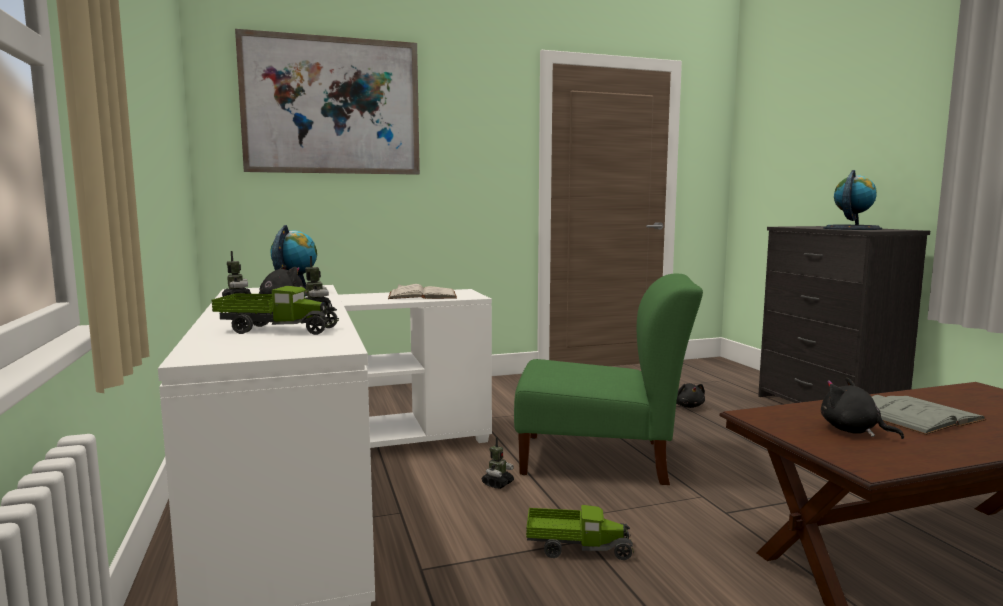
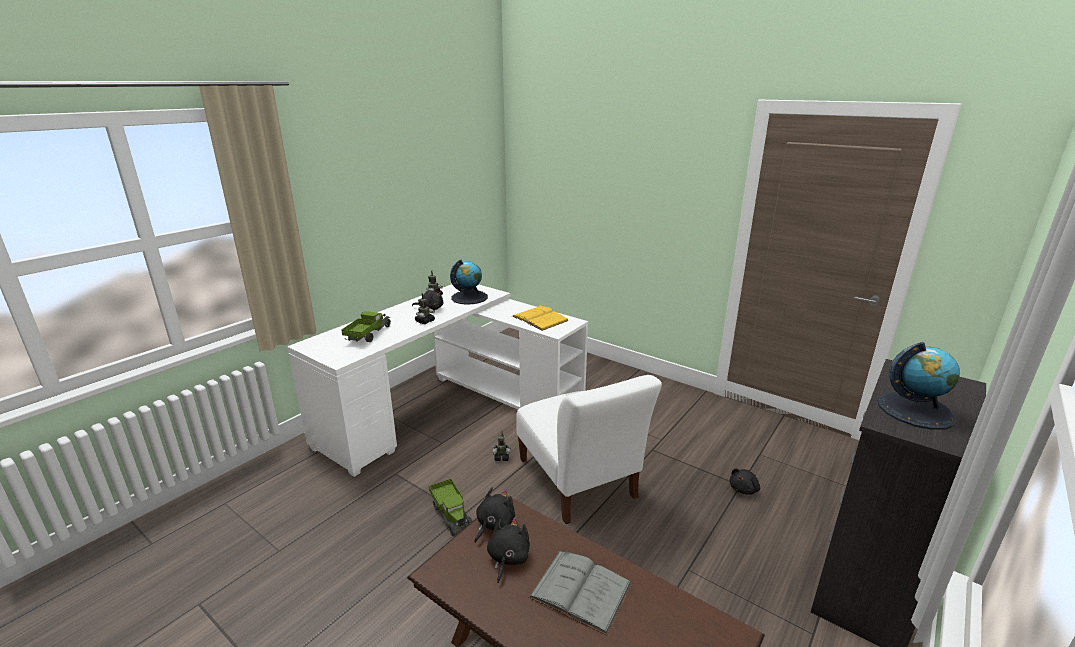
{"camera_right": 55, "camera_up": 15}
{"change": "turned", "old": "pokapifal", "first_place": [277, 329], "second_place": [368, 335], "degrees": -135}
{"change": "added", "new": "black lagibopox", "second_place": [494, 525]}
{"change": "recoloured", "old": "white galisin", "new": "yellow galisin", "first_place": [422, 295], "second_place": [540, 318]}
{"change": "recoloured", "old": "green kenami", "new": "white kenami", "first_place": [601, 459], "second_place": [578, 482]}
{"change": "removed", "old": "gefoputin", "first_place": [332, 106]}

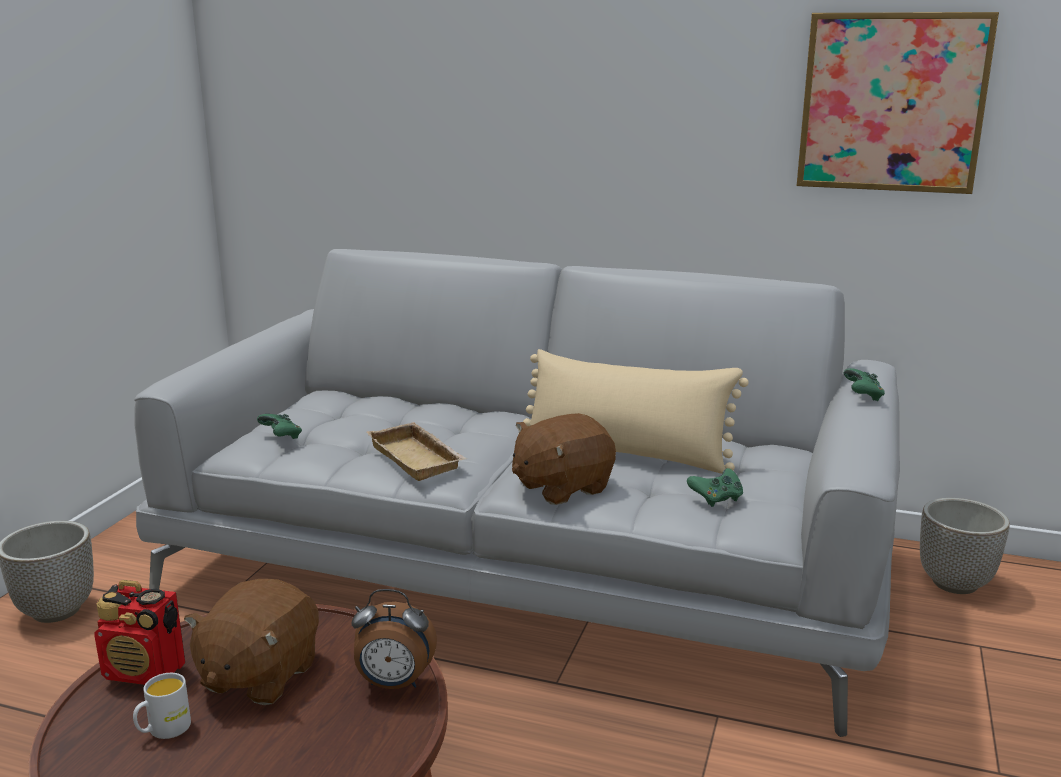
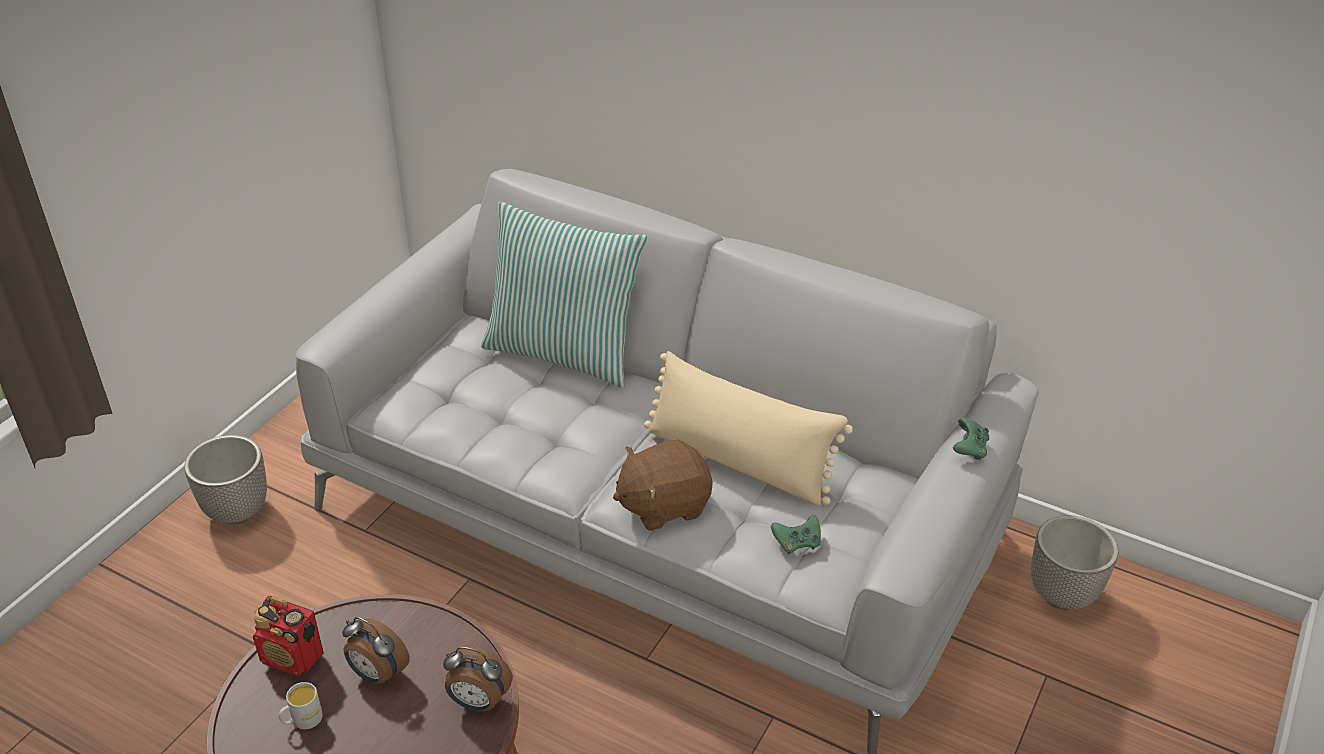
{"camera_right": 10, "camera_up": 20}
{"change": "replaced", "old": "brown lagibopox", "new": "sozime", "first_place": [258, 675], "second_place": [377, 674]}
{"change": "added", "new": "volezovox", "second_place": [563, 352]}
{"change": "removed", "old": "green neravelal", "first_place": [281, 437]}
{"change": "removed", "old": "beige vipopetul", "first_place": [419, 458]}
{"change": "removed", "old": "gefoputin", "first_place": [892, 102]}

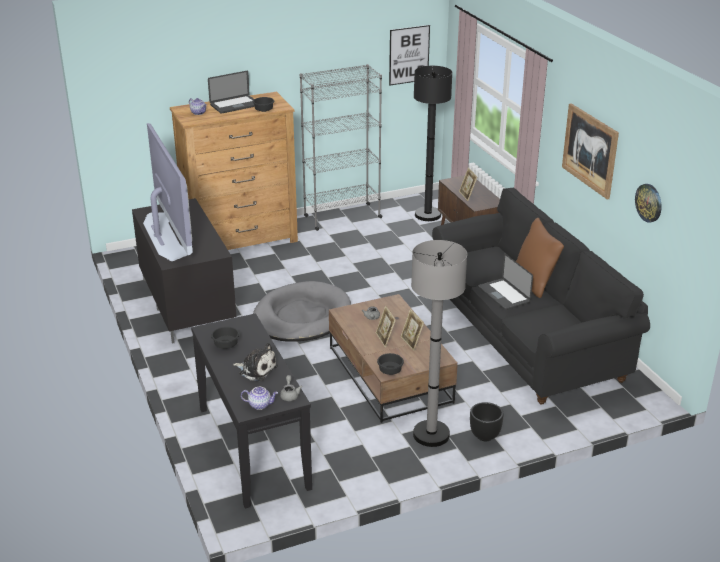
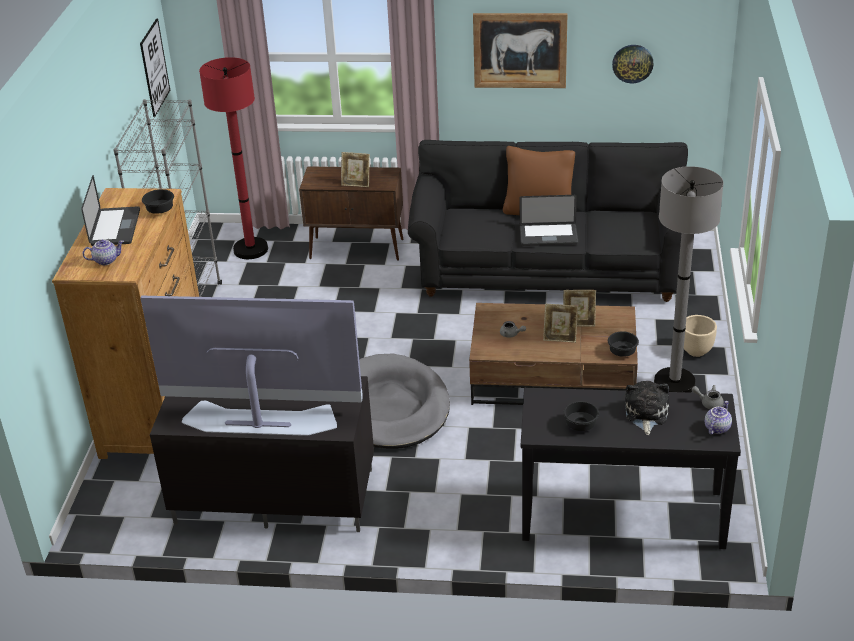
{"camera_right": -60, "camera_up": 5}
{"change": "recoloured", "old": "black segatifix", "new": "red segatifix", "first_place": [427, 215], "second_place": [250, 249]}
{"change": "turned", "old": "lagibopox", "first_place": [256, 369], "second_place": [645, 414], "degrees": -45}
{"change": "recoloured", "old": "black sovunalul", "new": "beige sovunalul", "first_place": [485, 436], "second_place": [696, 351]}

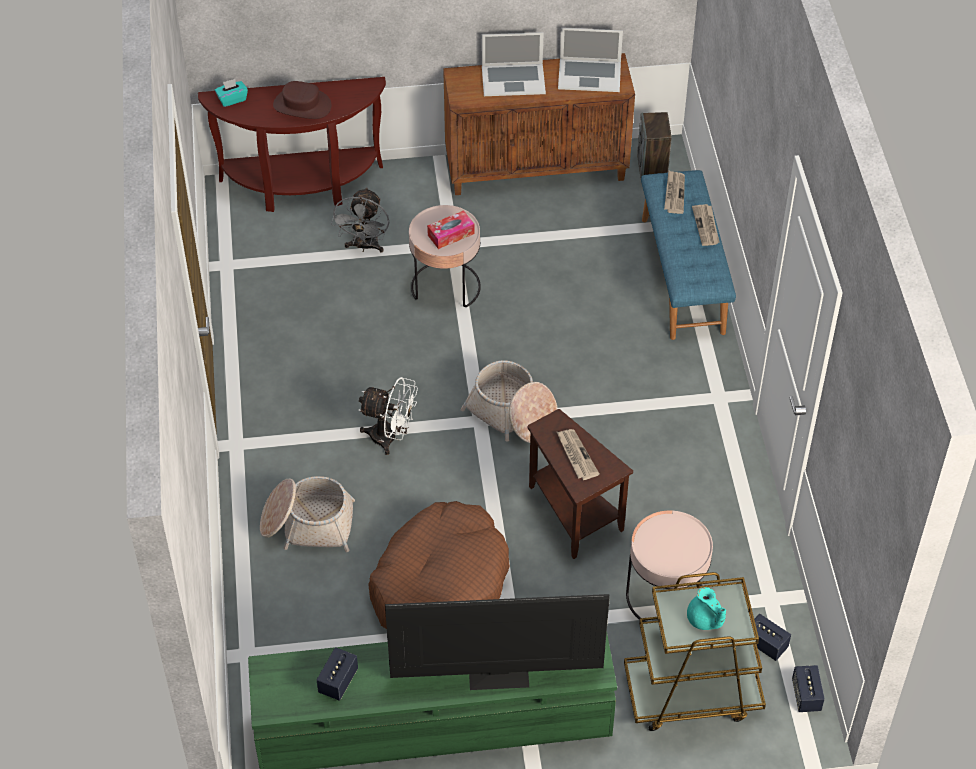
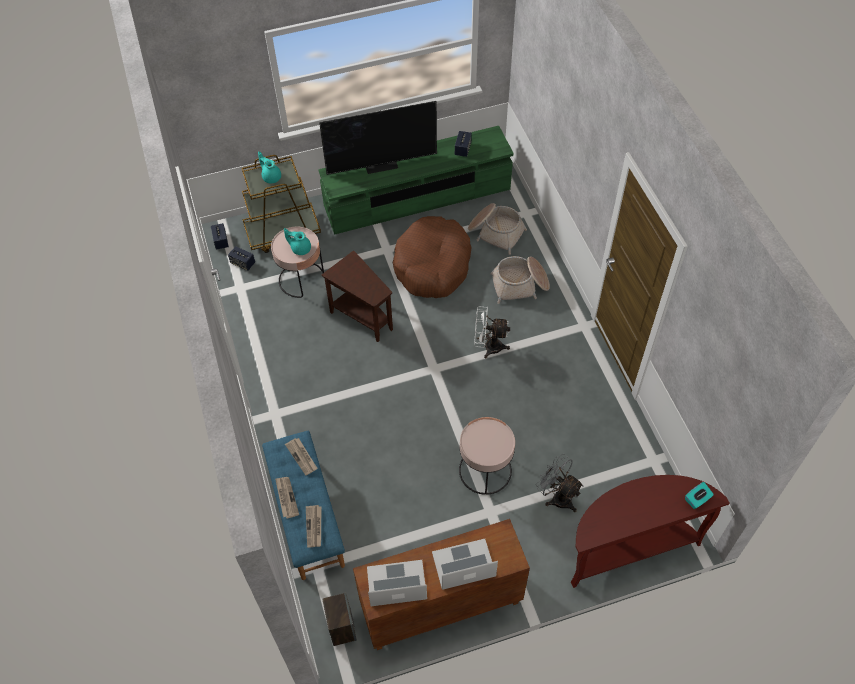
{"camera_right": 170, "camera_up": 5}
{"change": "added", "new": "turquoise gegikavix", "second_place": [300, 248]}
{"change": "moved", "old": "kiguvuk", "first_place": [576, 455], "second_place": [302, 457]}
{"change": "moved", "old": "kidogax", "first_place": [512, 414], "second_place": [495, 232]}
{"change": "turned", "old": "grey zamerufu", "first_place": [364, 246], "second_place": [557, 496], "degrees": -45}
{"change": "removed", "old": "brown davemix", "first_place": [302, 105]}
{"change": "removed", "old": "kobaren", "first_place": [451, 234]}

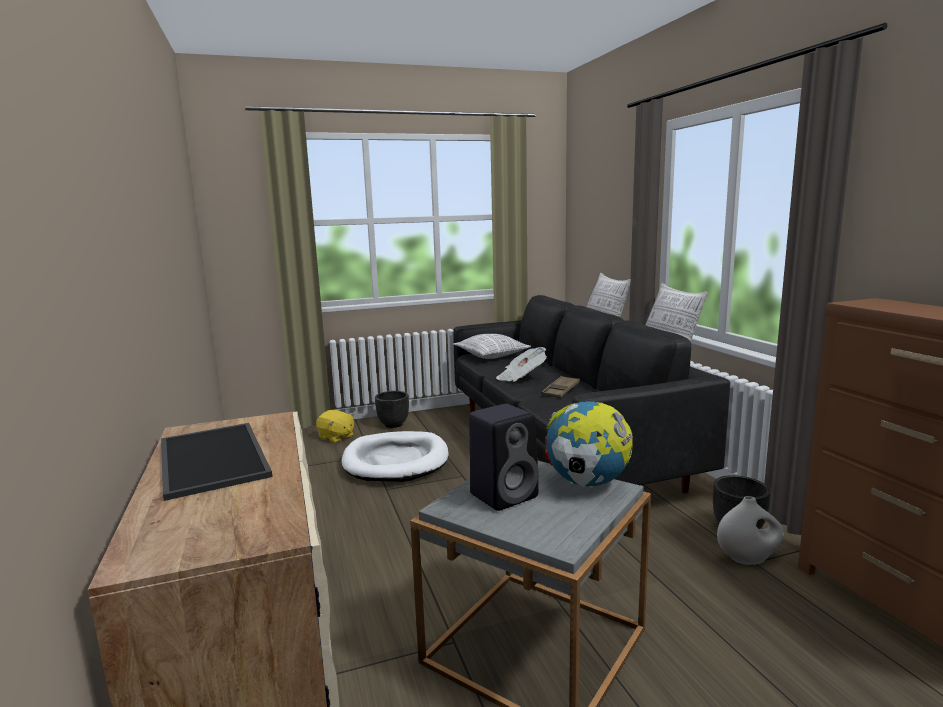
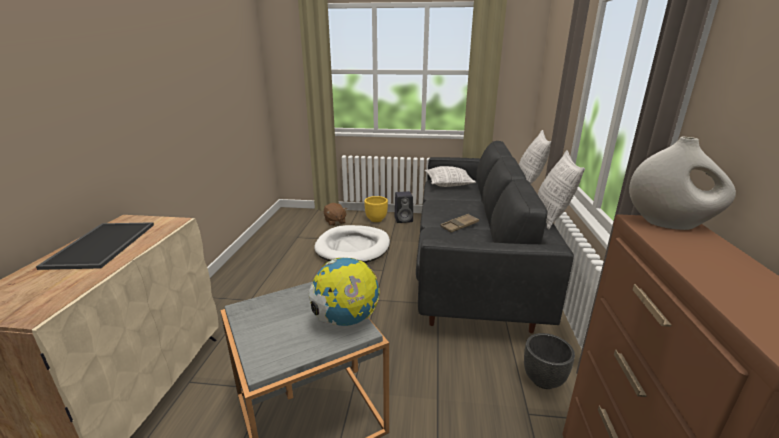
{"camera_right": 25, "camera_up": 10}
{"change": "recoloured", "old": "yellow lagibopox", "new": "brown lagibopox", "first_place": [336, 438], "second_place": [335, 222]}
{"change": "recoloured", "old": "black sovunalul", "new": "yellow sovunalul", "first_place": [393, 424], "second_place": [376, 219]}
{"change": "moved", "old": "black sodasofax", "first_place": [505, 495], "second_place": [404, 219]}
{"change": "moved", "old": "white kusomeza", "first_place": [748, 559], "second_place": [669, 224]}
{"change": "removed", "old": "kiguvuk", "first_place": [521, 377]}

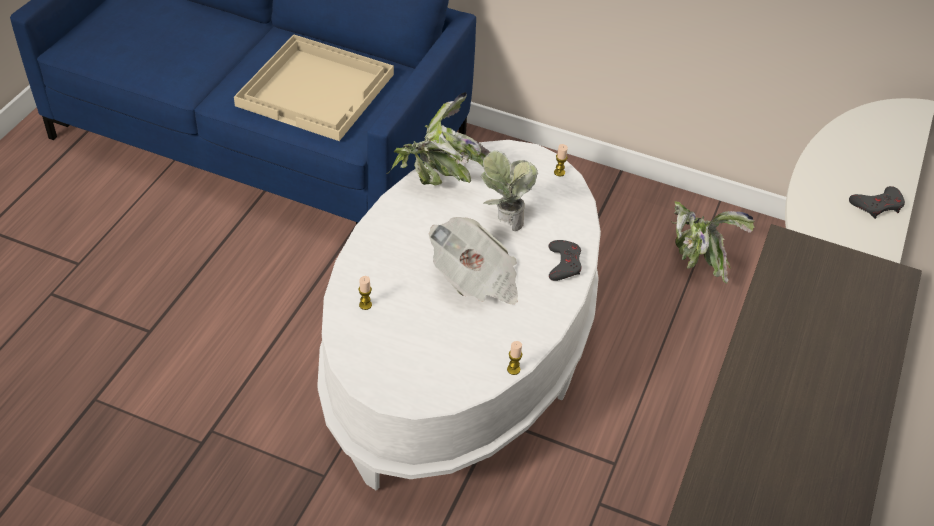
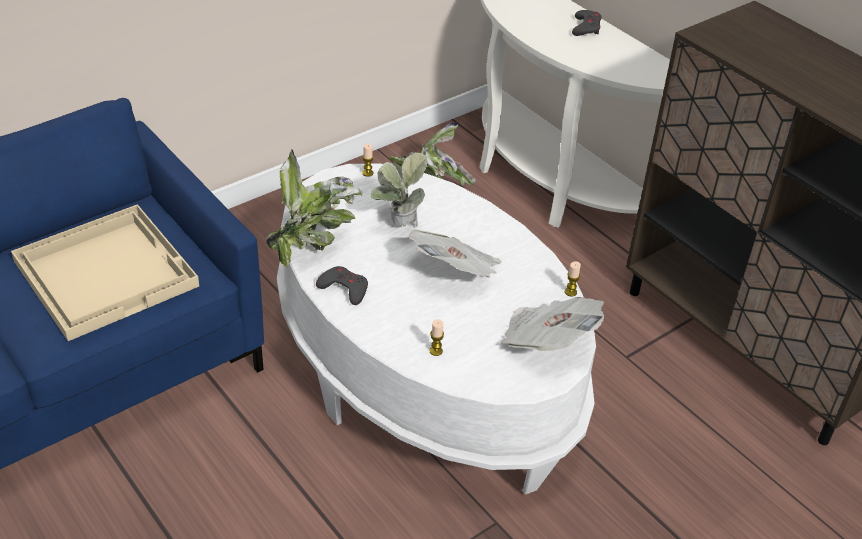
{"camera_right": -60, "camera_up": -5}
{"change": "moved", "old": "grey neravelal", "first_place": [564, 264], "second_place": [344, 288]}
{"change": "added", "new": "kiguvuk", "second_place": [547, 341]}

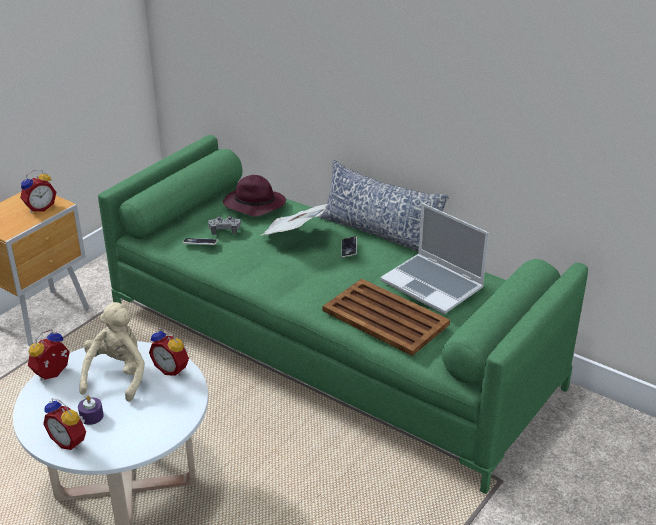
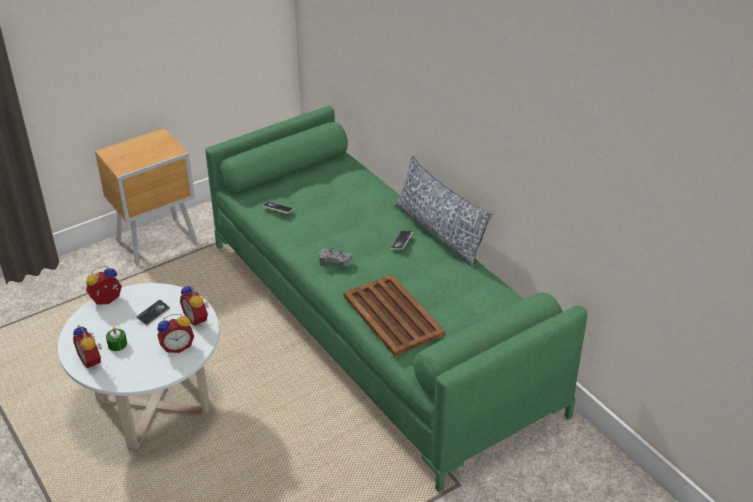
{"camera_right": 20, "camera_up": 5}
{"change": "recoloured", "old": "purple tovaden", "new": "green tovaden", "first_place": [91, 416], "second_place": [117, 344]}
{"change": "replaced", "old": "beige lagibopox", "new": "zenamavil", "first_place": [117, 375], "second_place": [153, 314]}
{"change": "moved", "old": "sozime", "first_place": [40, 208], "second_place": [177, 346]}
{"change": "moved", "old": "grey neravelal", "first_place": [224, 228], "second_place": [335, 261]}
{"change": "removed", "old": "purple davemix", "first_place": [253, 205]}
{"change": "removed", "old": "kiguvuk", "first_place": [294, 235]}
{"change": "removed", "old": "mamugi", "first_place": [433, 285]}

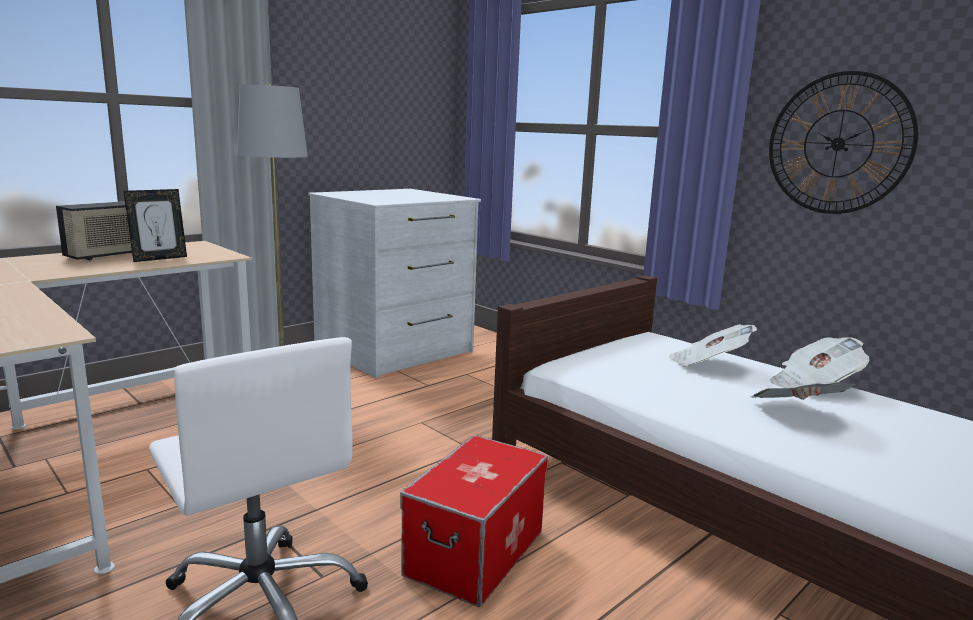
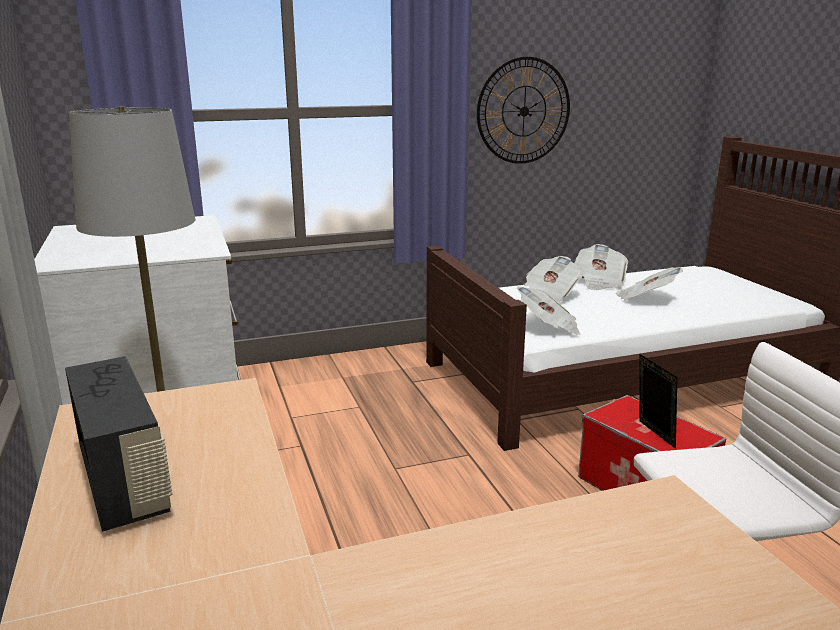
{"camera_right": -65, "camera_up": 5}
{"change": "added", "new": "kiguvuk", "second_place": [549, 327]}
{"change": "moved", "old": "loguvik", "first_place": [159, 258], "second_place": [652, 435]}

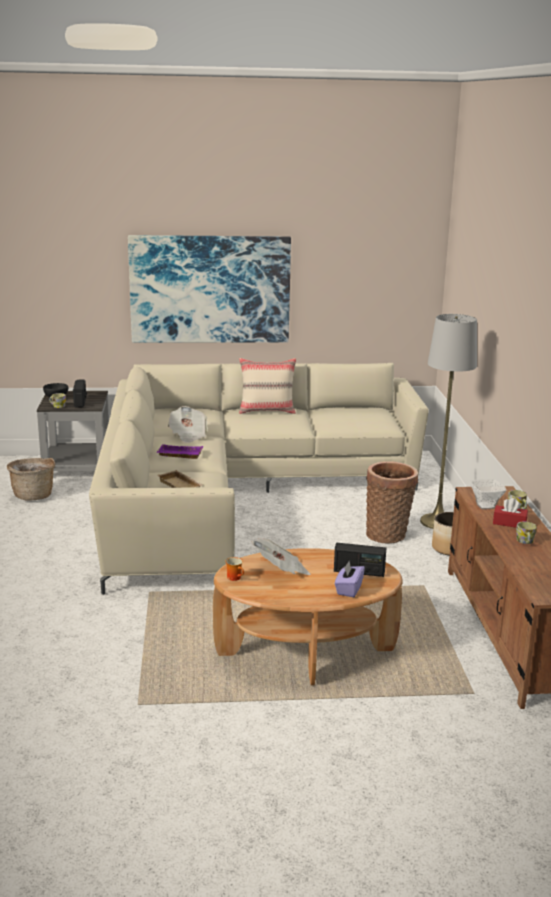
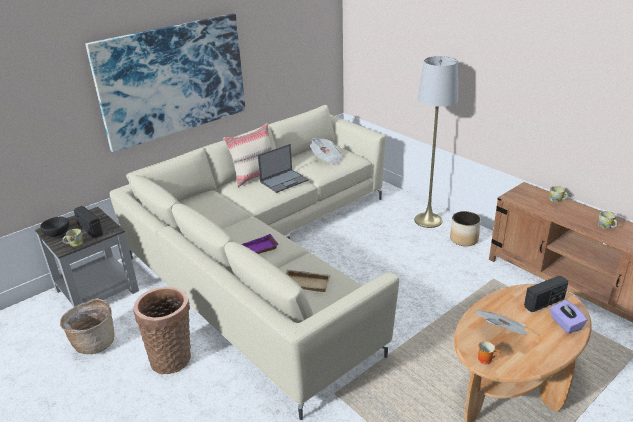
{"camera_right": -35, "camera_up": 10}
{"change": "moved", "old": "kidogax", "first_place": [388, 534], "second_place": [172, 357]}
{"change": "added", "new": "mamugi", "second_place": [284, 181]}
{"change": "moved", "old": "kiguvuk", "first_place": [188, 435], "second_place": [327, 159]}
{"change": "removed", "old": "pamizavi", "first_place": [486, 506]}
{"change": "removed", "old": "red kobaren", "first_place": [509, 523]}

